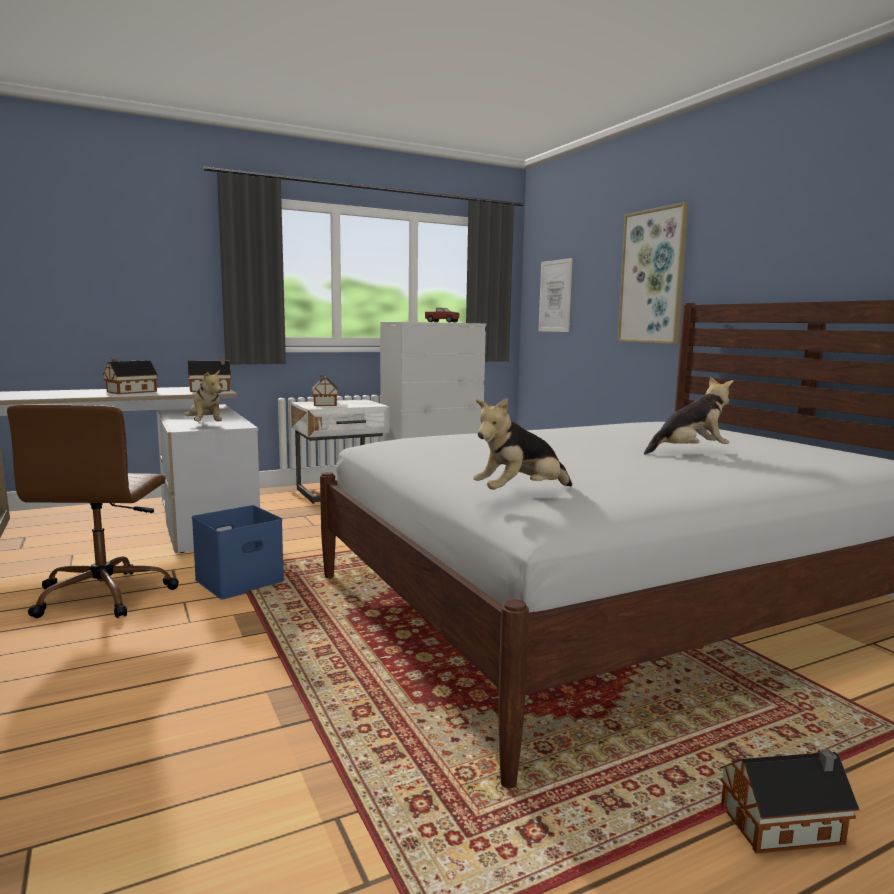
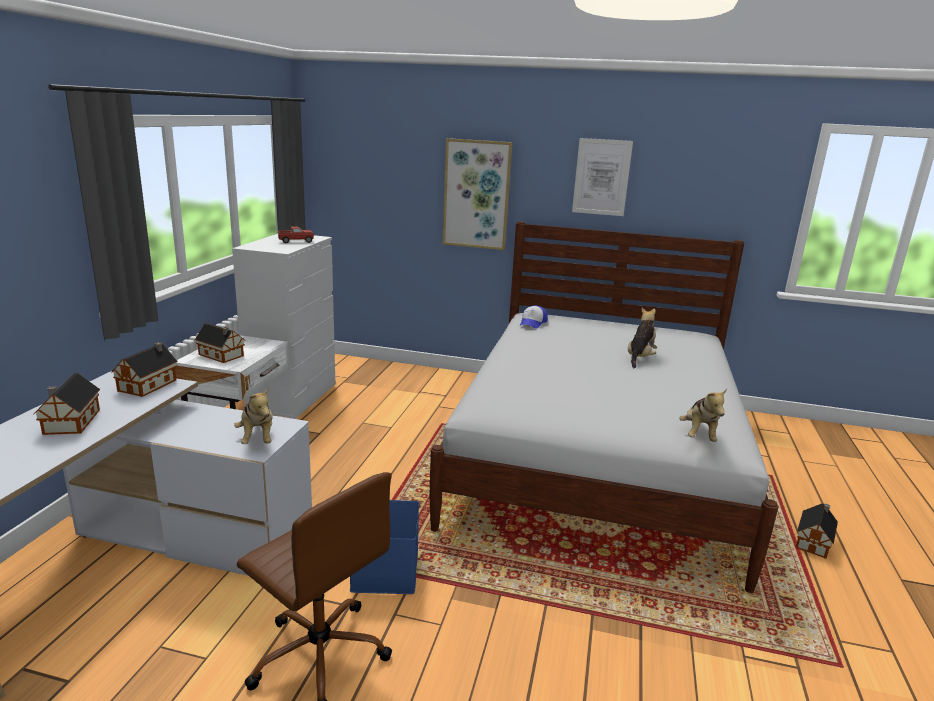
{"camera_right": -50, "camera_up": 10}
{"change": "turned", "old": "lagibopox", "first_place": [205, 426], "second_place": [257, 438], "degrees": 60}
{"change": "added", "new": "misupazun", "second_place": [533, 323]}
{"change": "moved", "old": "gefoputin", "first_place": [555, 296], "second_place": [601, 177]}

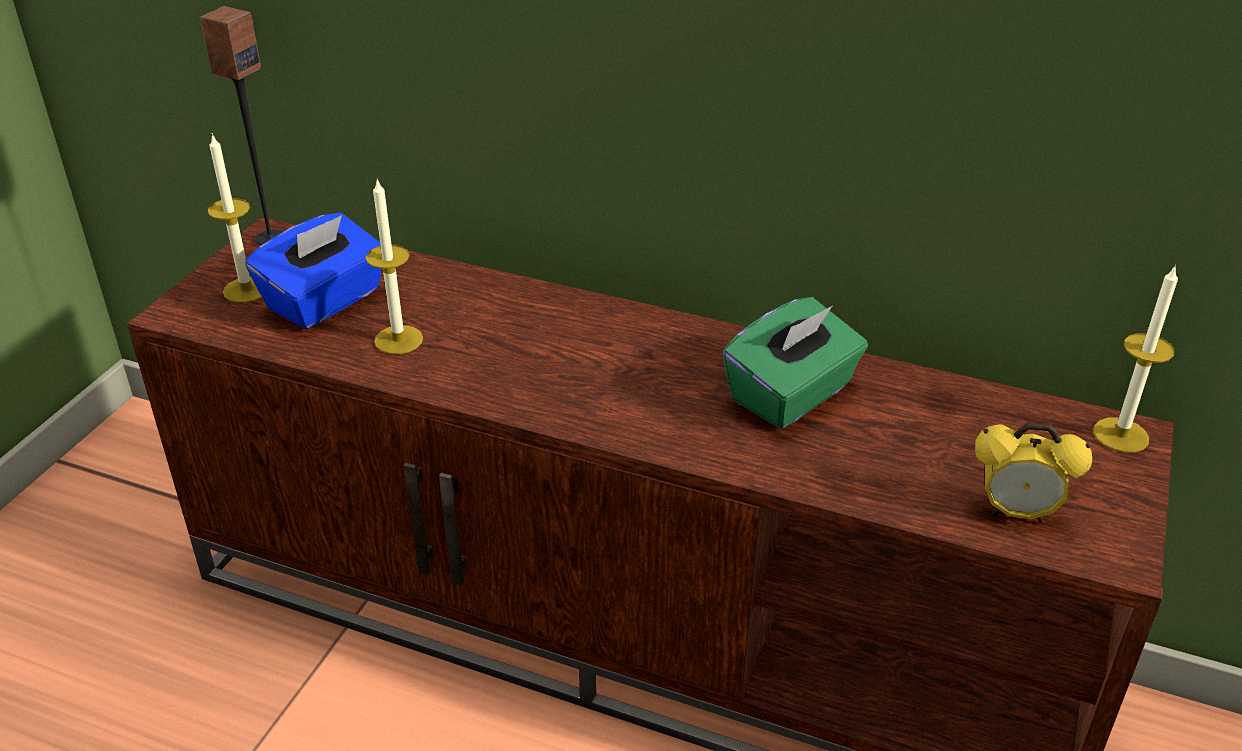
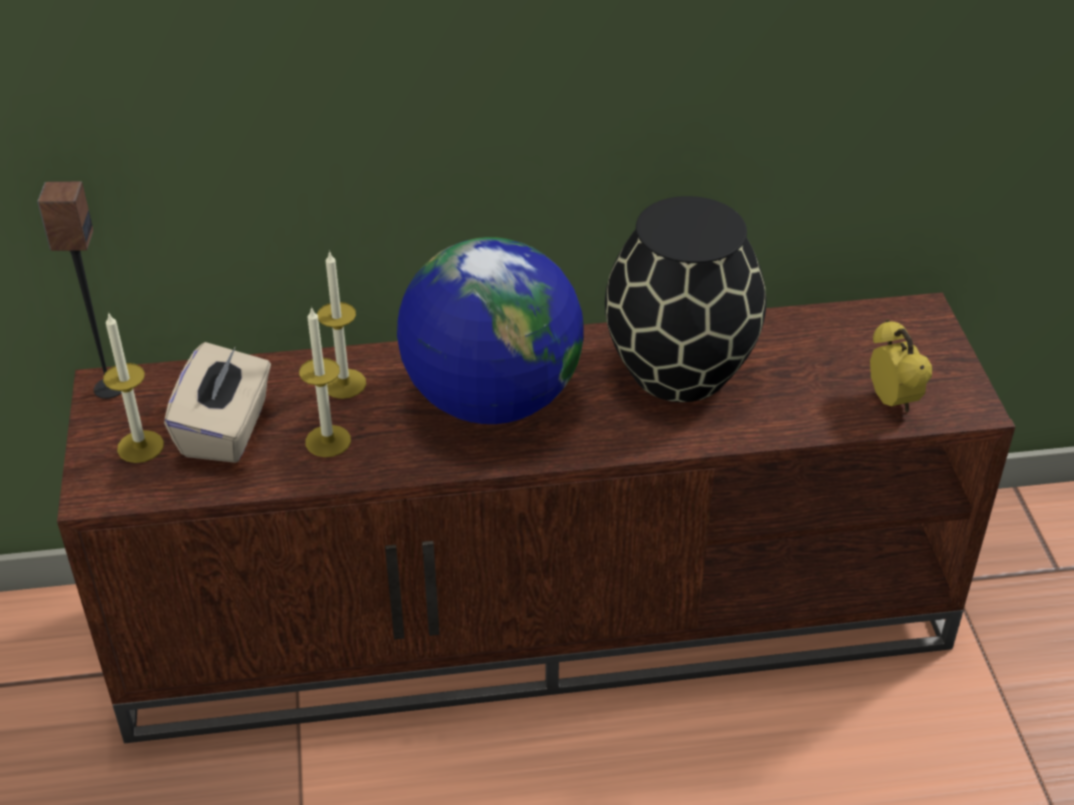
{"camera_right": -30, "camera_up": 5}
{"change": "recoloured", "old": "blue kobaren", "new": "beige kobaren", "first_place": [325, 301], "second_place": [226, 430]}
{"change": "moved", "old": "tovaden", "first_place": [1120, 435], "second_place": [344, 383]}
{"change": "added", "new": "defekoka", "second_place": [491, 399]}
{"change": "replaced", "old": "green kobaren", "new": "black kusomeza", "first_place": [792, 395], "second_place": [678, 369]}
{"change": "turned", "old": "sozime", "first_place": [1016, 513], "second_place": [892, 402], "degrees": -90}

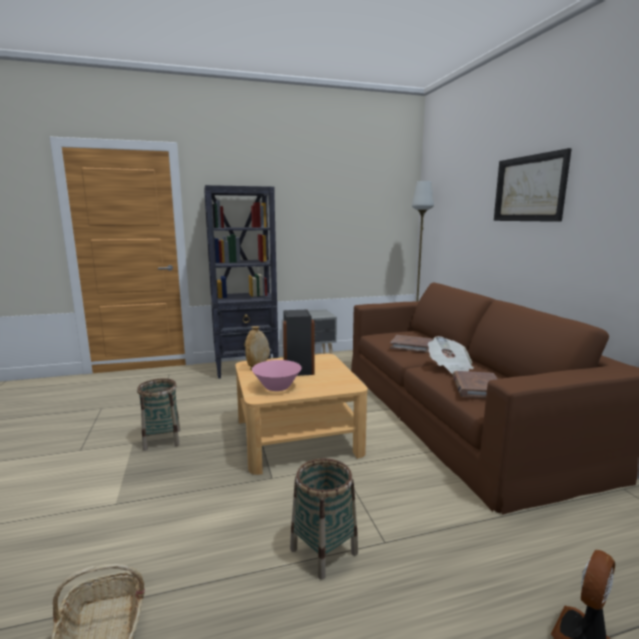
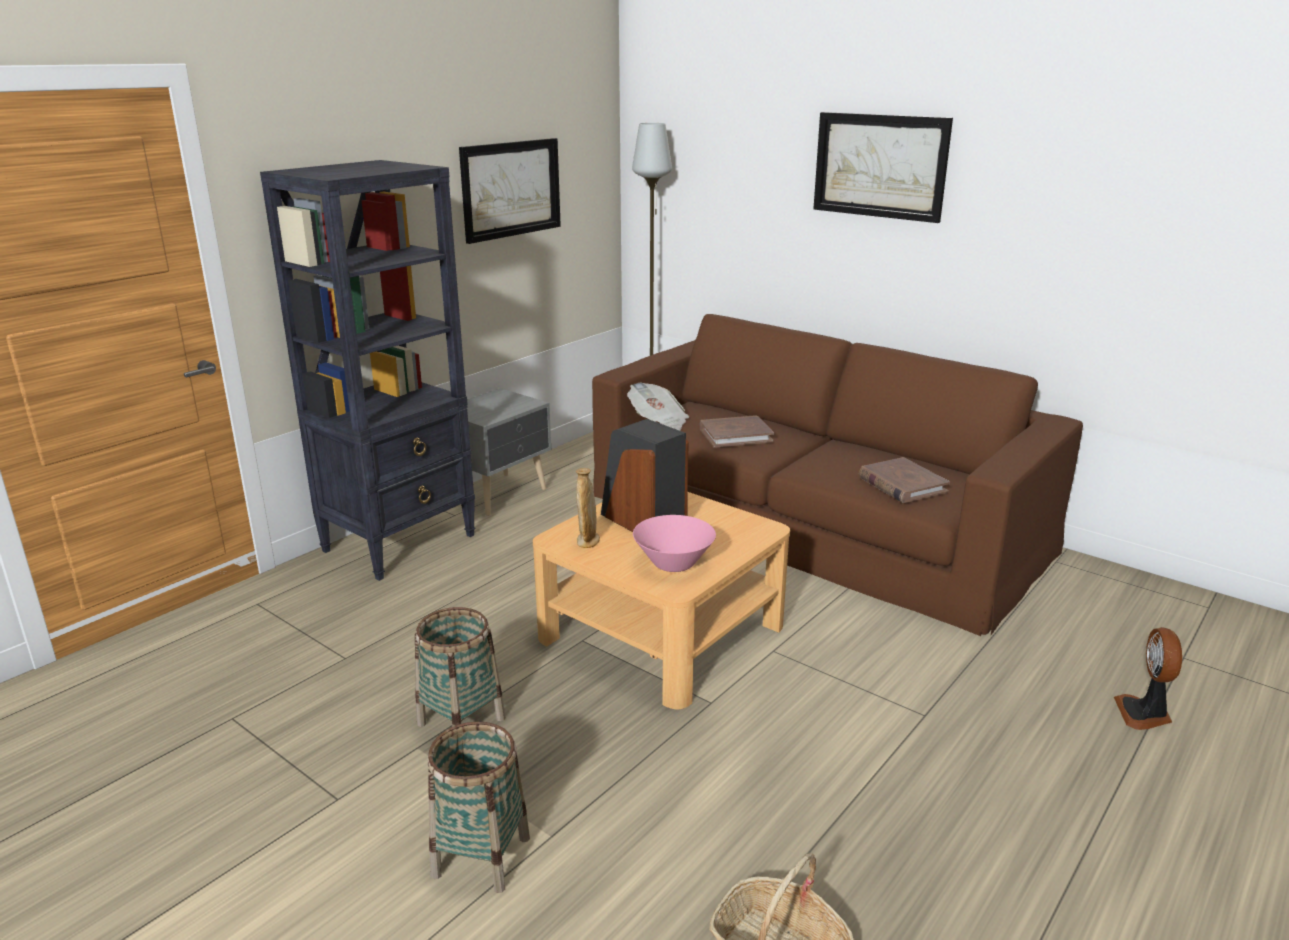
{"camera_right": -35, "camera_up": 10}
{"change": "moved", "old": "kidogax", "first_place": [323, 551], "second_place": [481, 856]}
{"change": "added", "new": "gefoputin", "second_place": [511, 189]}
{"change": "moved", "old": "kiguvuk", "first_place": [449, 367], "second_place": [658, 422]}

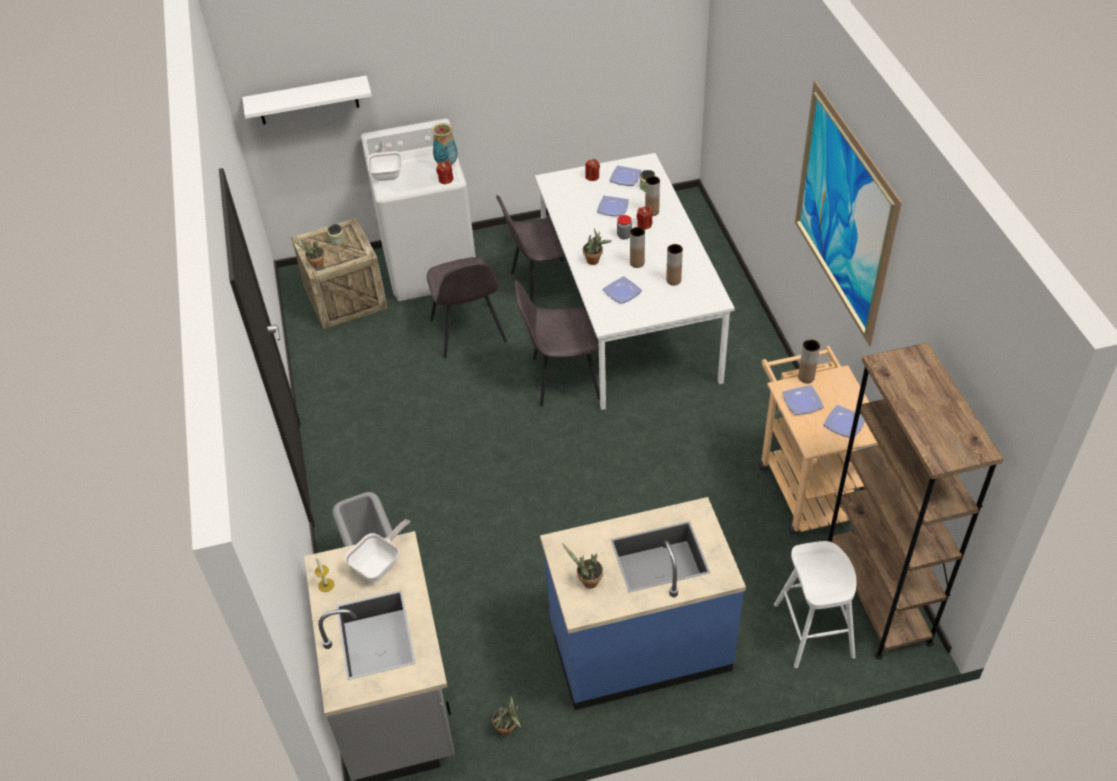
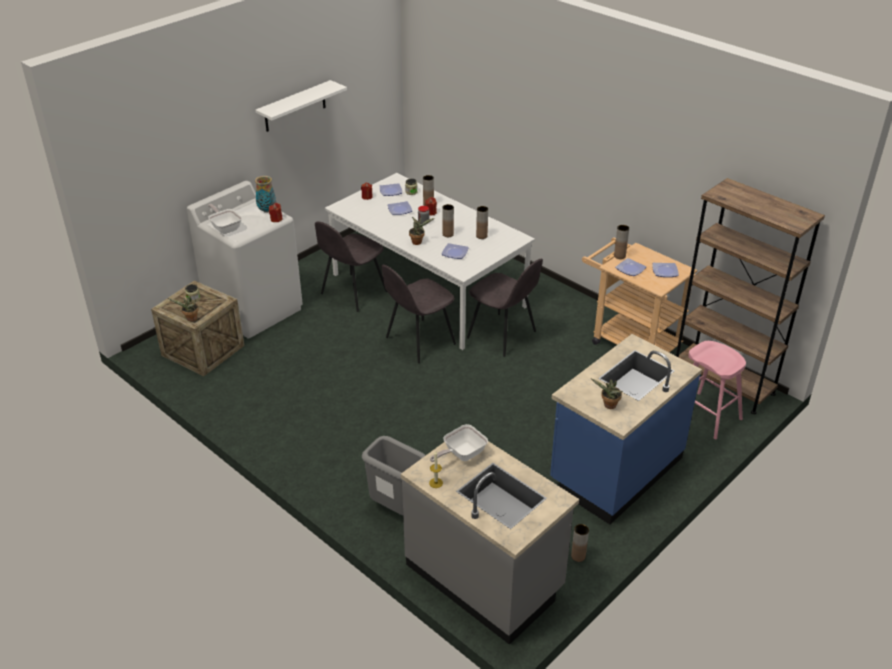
{"camera_right": -35, "camera_up": -10}
{"change": "moved", "old": "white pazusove", "first_place": [308, 100], "second_place": [295, 106]}
{"change": "turned", "old": "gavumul", "first_place": [379, 564], "second_place": [461, 454], "degrees": -135}
{"change": "moved", "old": "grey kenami", "first_place": [468, 332], "second_place": [503, 335]}
{"change": "replaced", "old": "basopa", "new": "brown kusomeza", "first_place": [508, 729], "second_place": [578, 556]}
{"change": "recoloured", "old": "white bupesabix", "new": "pink bupesabix", "first_place": [813, 630], "second_place": [706, 415]}
{"change": "removed", "old": "gefoputin", "first_place": [843, 213]}

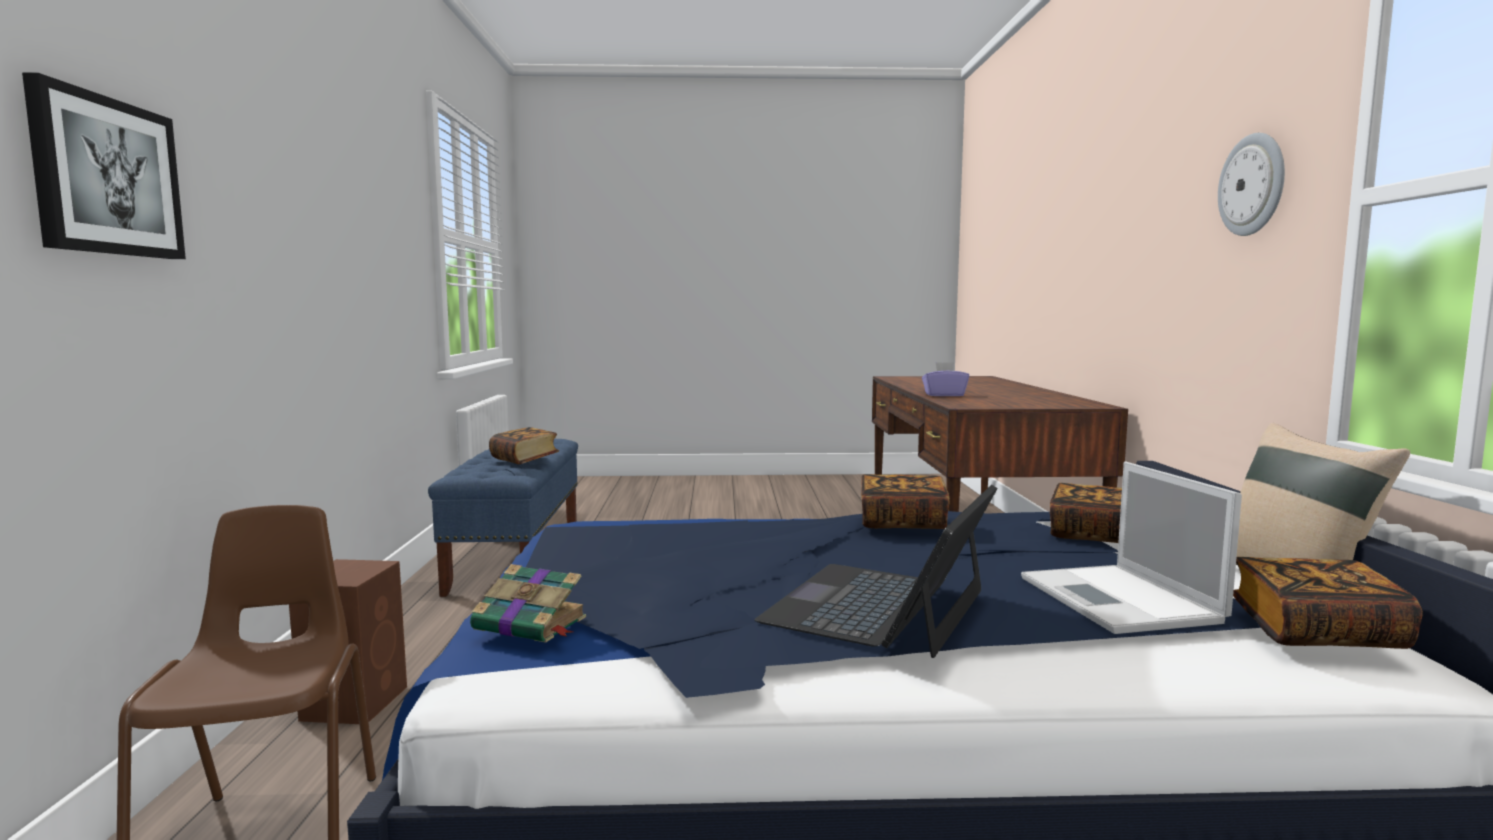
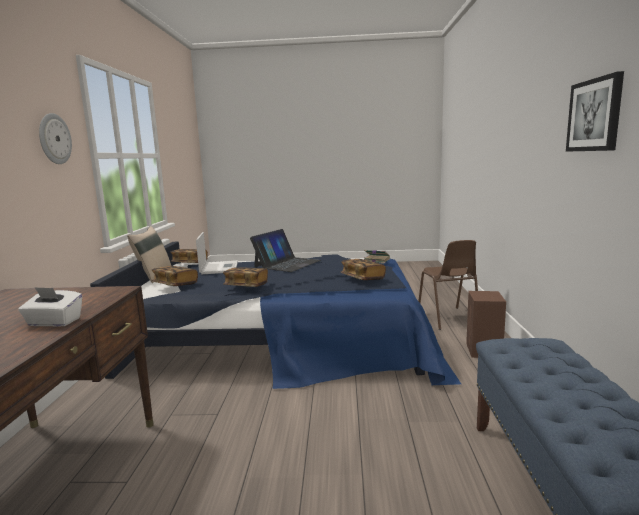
{"camera_right": -175, "camera_up": 5}
{"change": "recoloured", "old": "purple kobaren", "new": "white kobaren", "first_place": [944, 395], "second_place": [54, 322]}
{"change": "moved", "old": "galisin", "first_place": [524, 460], "second_place": [362, 278]}
{"change": "moved", "old": "gefoputin", "first_place": [106, 177], "second_place": [595, 115]}

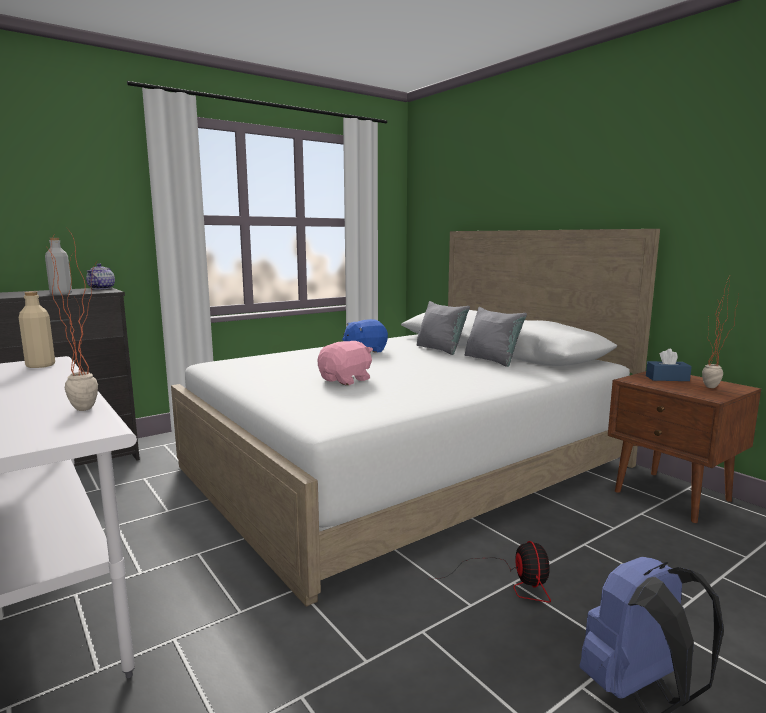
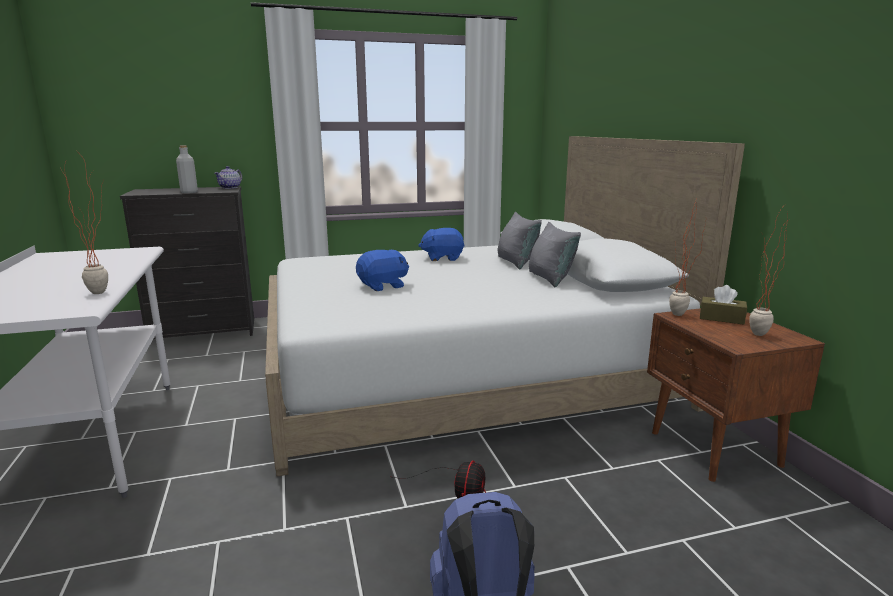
{"camera_right": 20, "camera_up": 5}
{"change": "recoloured", "old": "pink lagibopox", "new": "blue lagibopox", "first_place": [346, 380], "second_place": [383, 286]}
{"change": "added", "new": "basopa", "second_place": [679, 316]}
{"change": "recoloured", "old": "blue kobaren", "new": "brown kobaren", "first_place": [667, 378], "second_place": [721, 318]}
{"change": "removed", "old": "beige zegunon", "first_place": [40, 365]}

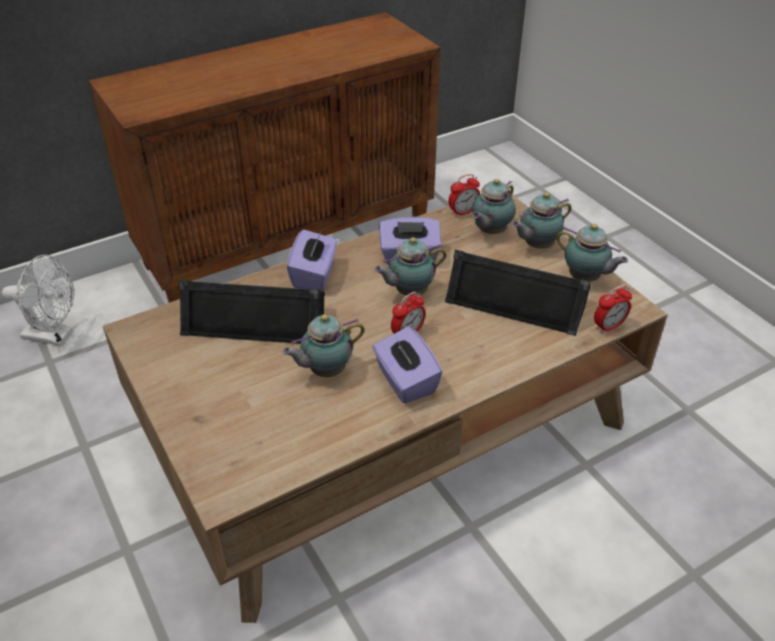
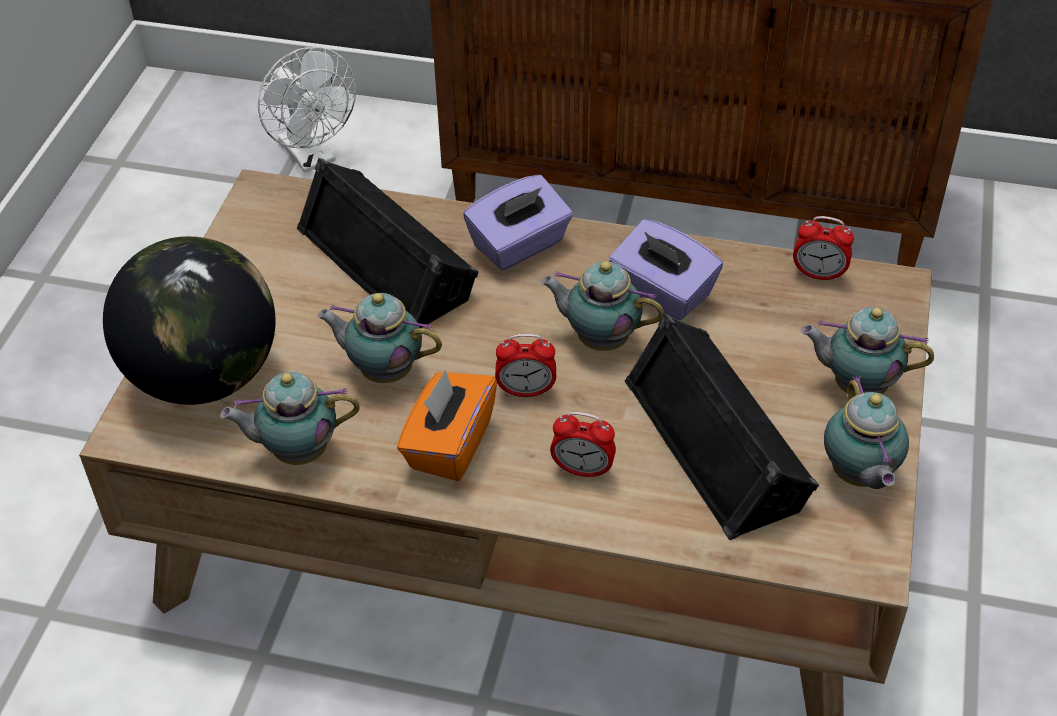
{"camera_right": 45, "camera_up": 5}
{"change": "added", "new": "defekoka", "second_place": [204, 377]}
{"change": "moved", "old": "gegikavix", "first_place": [489, 232], "second_place": [296, 451]}
{"change": "recoloured", "old": "purple kobaren", "new": "orange kobaren", "first_place": [405, 381], "second_place": [449, 445]}
{"change": "moved", "old": "sozime", "first_place": [608, 326], "second_place": [582, 470]}

